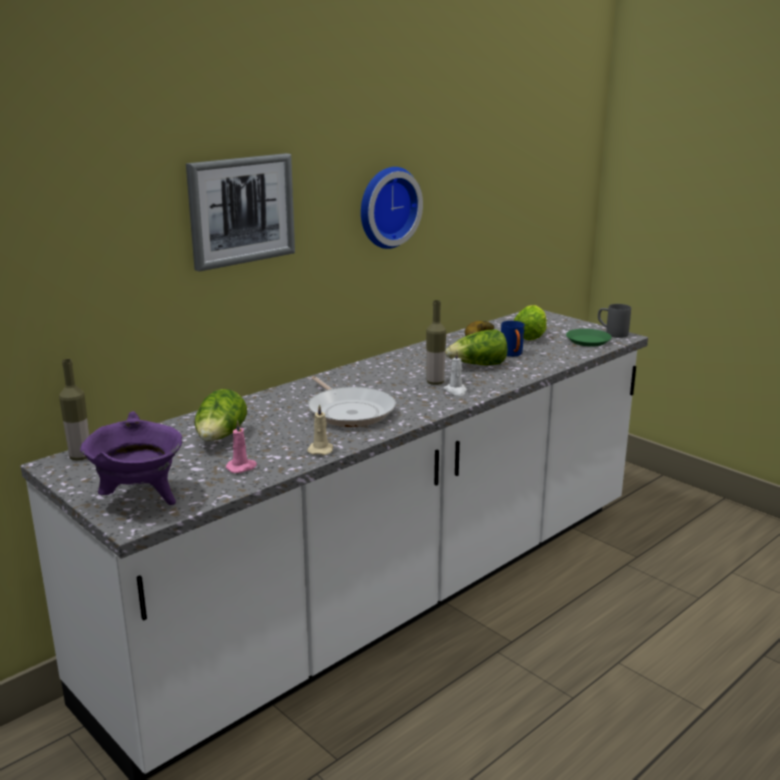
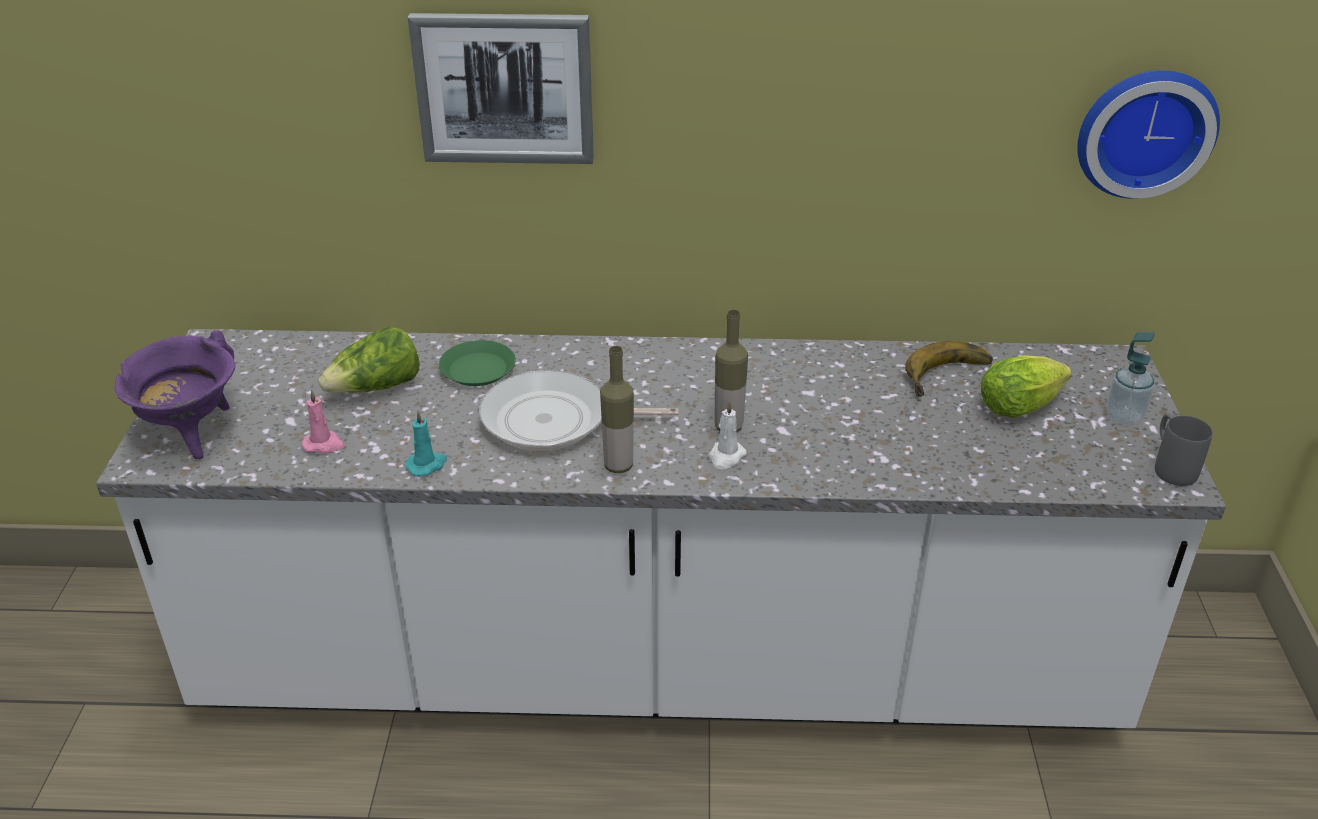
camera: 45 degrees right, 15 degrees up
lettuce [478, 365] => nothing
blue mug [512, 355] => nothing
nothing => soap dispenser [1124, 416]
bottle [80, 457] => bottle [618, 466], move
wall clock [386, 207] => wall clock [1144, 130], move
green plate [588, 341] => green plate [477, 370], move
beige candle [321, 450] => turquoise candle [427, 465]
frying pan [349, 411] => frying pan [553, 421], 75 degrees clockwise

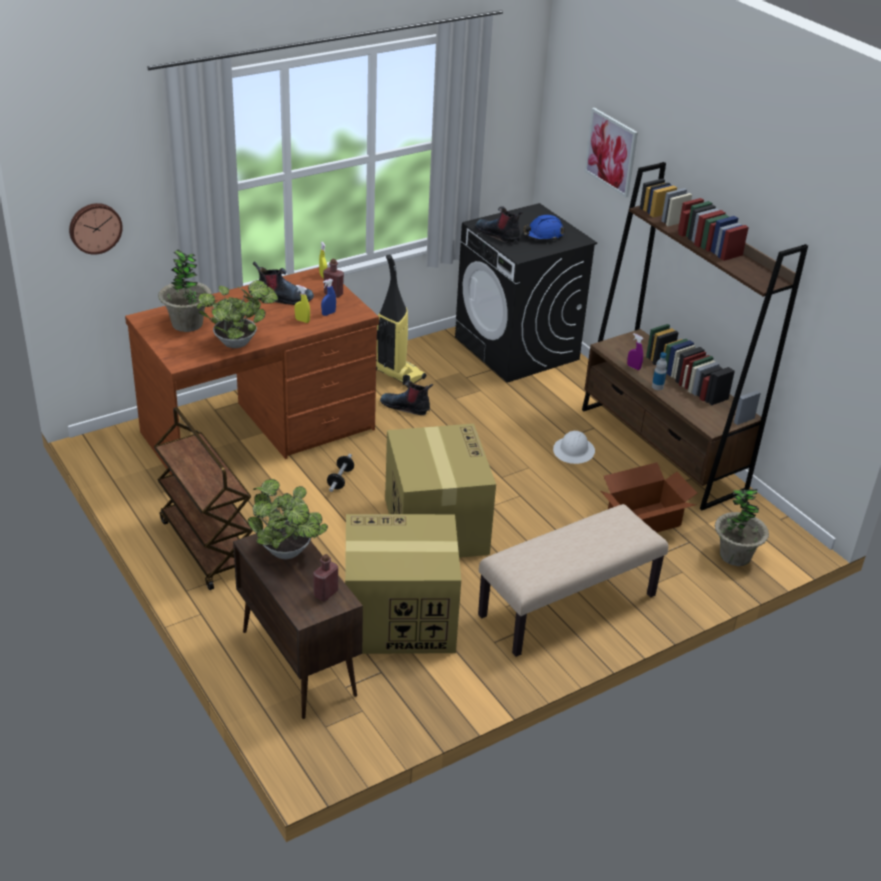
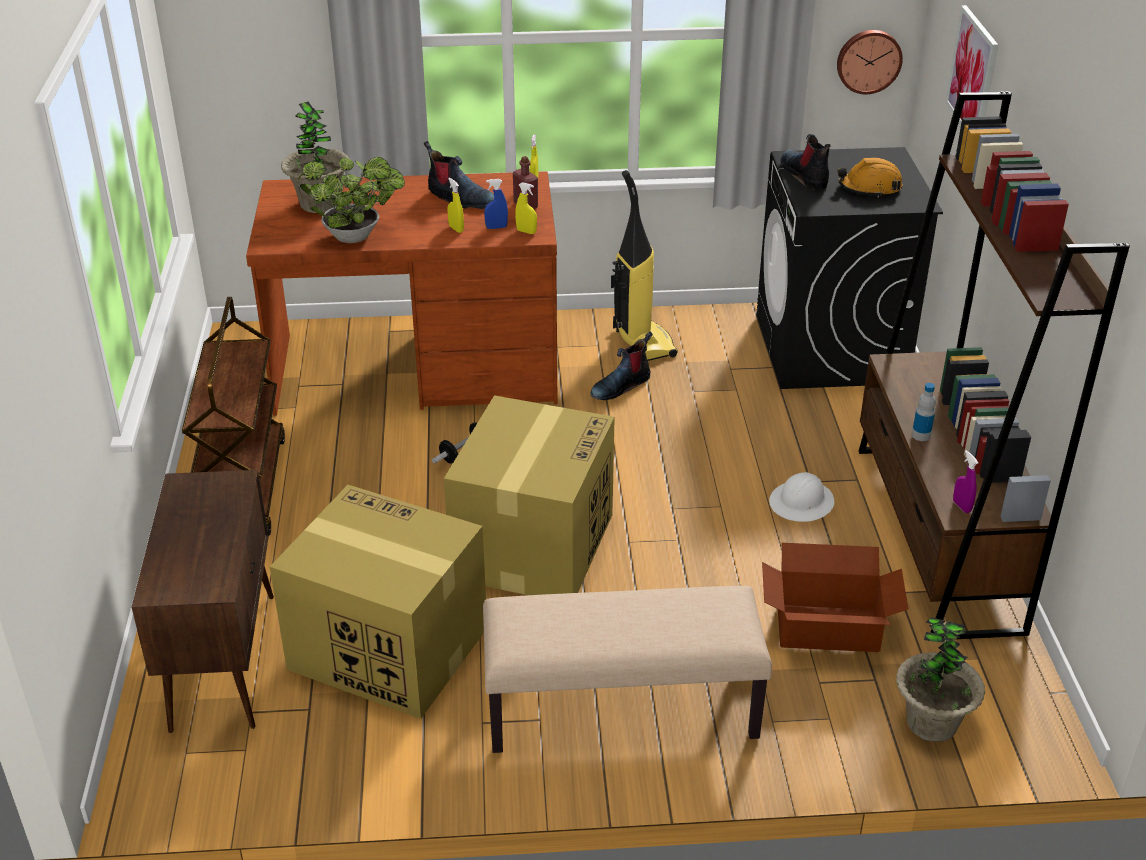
camera: 30 degrees right, 0 degrees up
potted plant [288, 553] => nothing
red bottle [326, 593] => nothing
nothing => yellow spray bottle [526, 231]
wall clock [94, 227] => wall clock [868, 60], move
purple spray bottle [633, 367] => purple spray bottle [961, 506], move
blue hard hat [543, 235] => orange hard hat [869, 188]
boot [406, 407] => boot [620, 386], 90 degrees counterclockwise

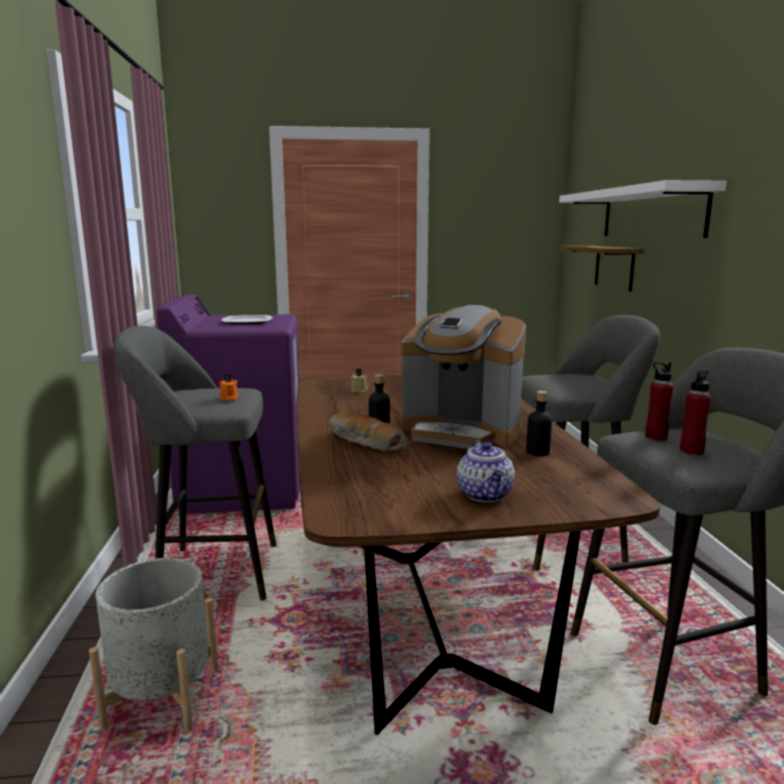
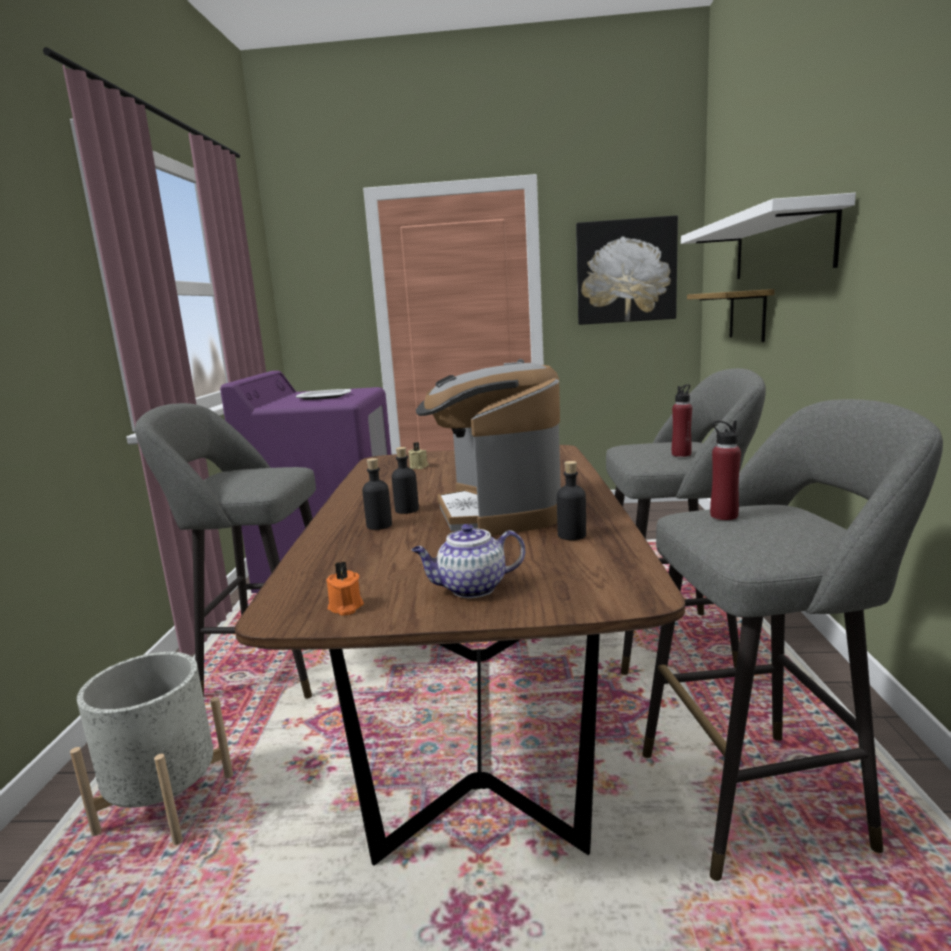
camera: 10 degrees right, 0 degrees up
nothing => picture [626, 271]
orange candle [229, 398] => orange candle [345, 607], move
red bottle [691, 451] => red bottle [681, 454], move
bread [365, 442] => black bottle [379, 525]
coffee machine [461, 432] => coffee machine [497, 512], 45 degrees clockwise
teapot [486, 495] => teapot [470, 589], 75 degrees clockwise

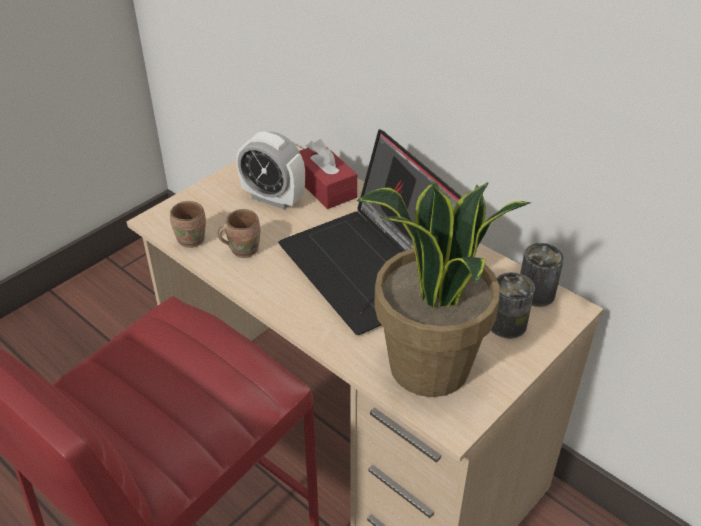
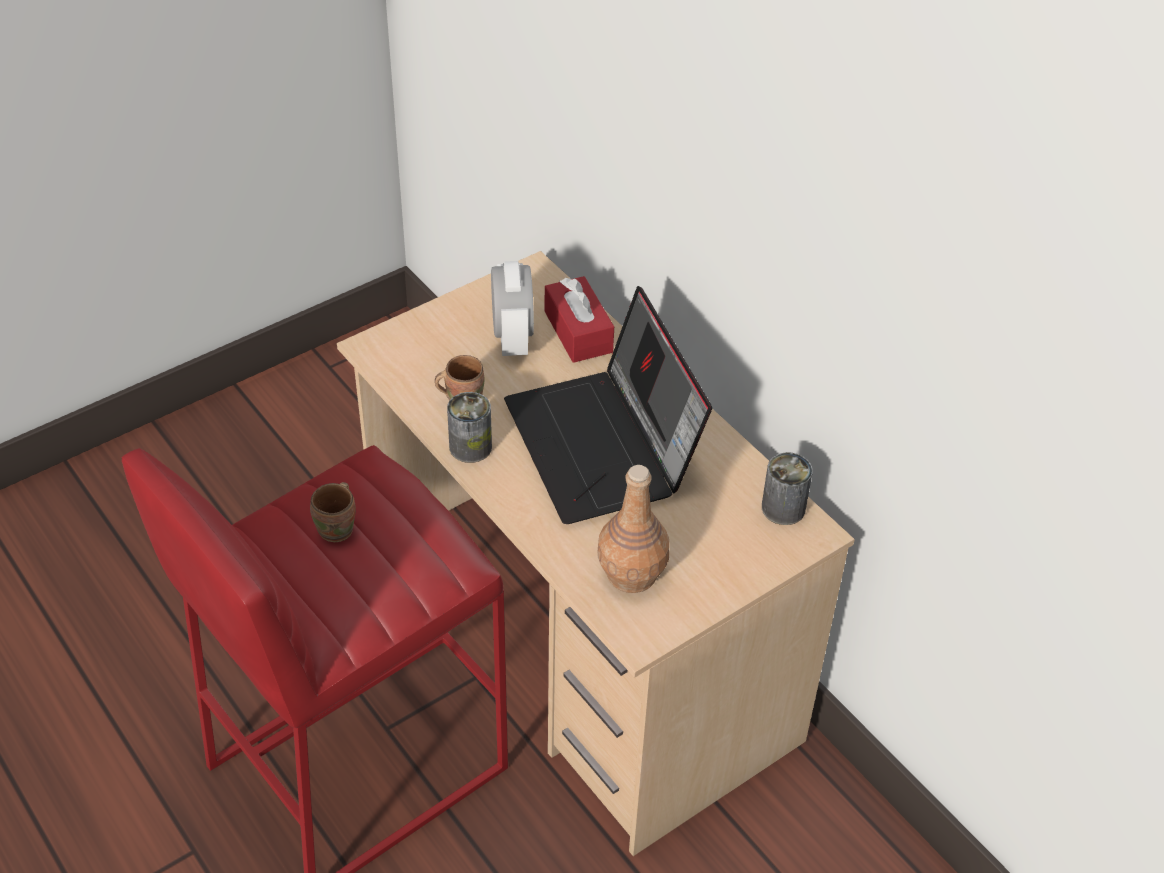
camera: 10 degrees right, 5 degrees up
brown mug [193, 239] => brown mug [339, 529], move
can [507, 324] => can [470, 447], move
potted plant [429, 368] => brown bottle [632, 574]
alarm clock [273, 198] => alarm clock [512, 338], 135 degrees counterclockwise

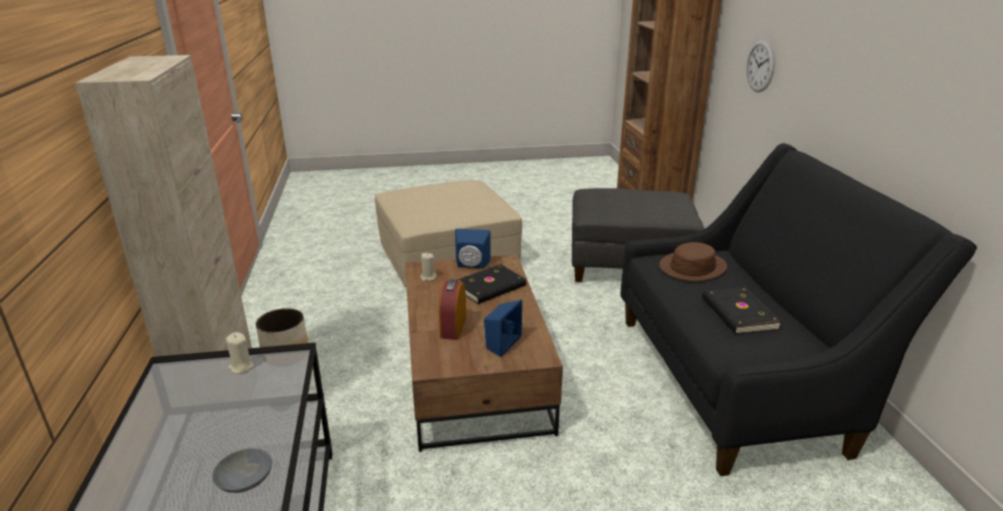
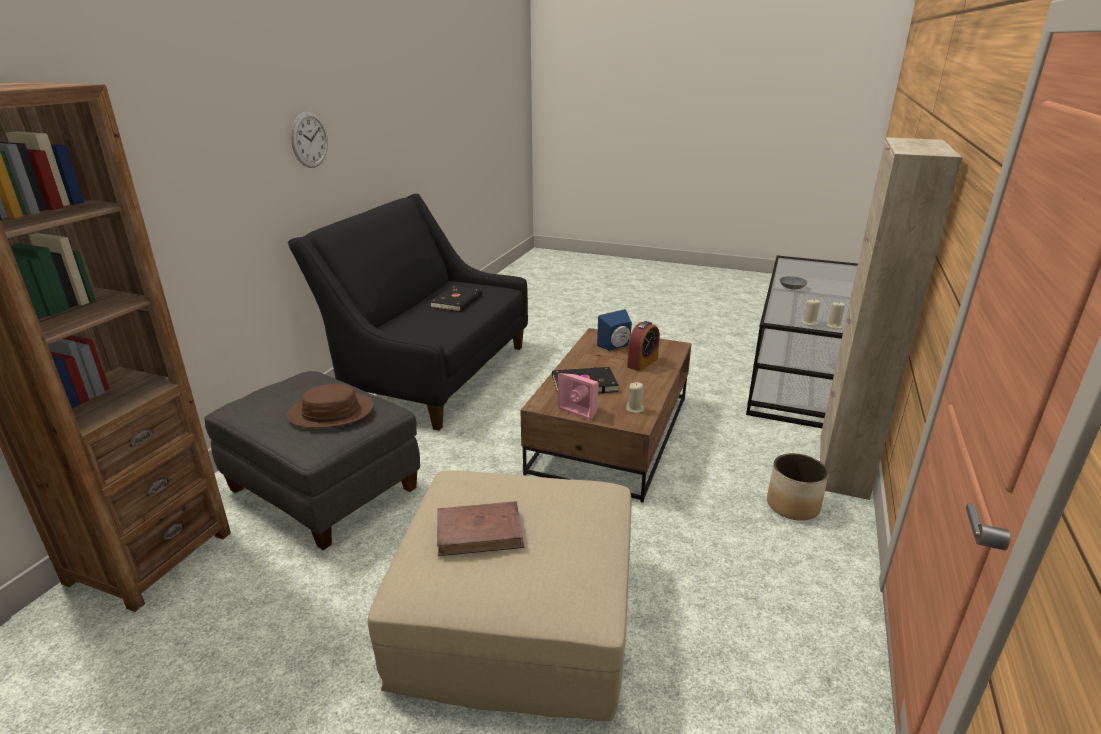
camera: 150 degrees left, 0 degrees up
nothing => brown book [480, 532]
nothing => beige candle [834, 326]
brown hat [692, 267] => brown hat [331, 412], move
wall clock [760, 66] => wall clock [309, 140], move
blue speaker [471, 265] => pink speaker [580, 409]

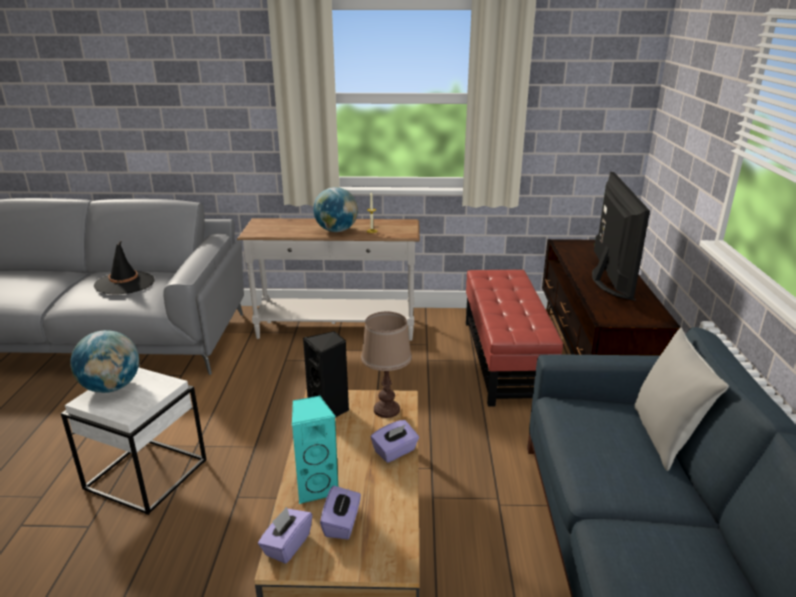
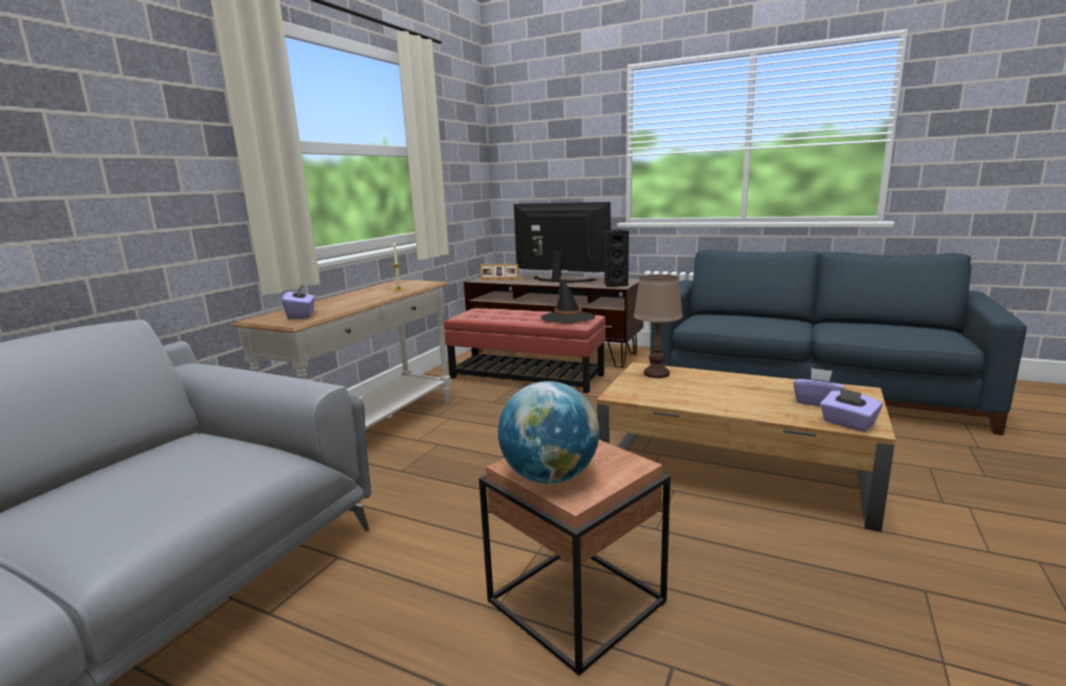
camera: 65 degrees left, 10 degrees down
turquoise speaker [316, 487] => nothing
globe [336, 231] => nothing
grey pillow [664, 437] => nothing
nothing => picture frame [499, 279]
black hat [125, 283] => black hat [568, 318], move
black speaker [329, 410] => black speaker [614, 285], move
purple tissue box [395, 451] => purple tissue box [302, 315], move
white side table [145, 475] => brown side table [576, 603]

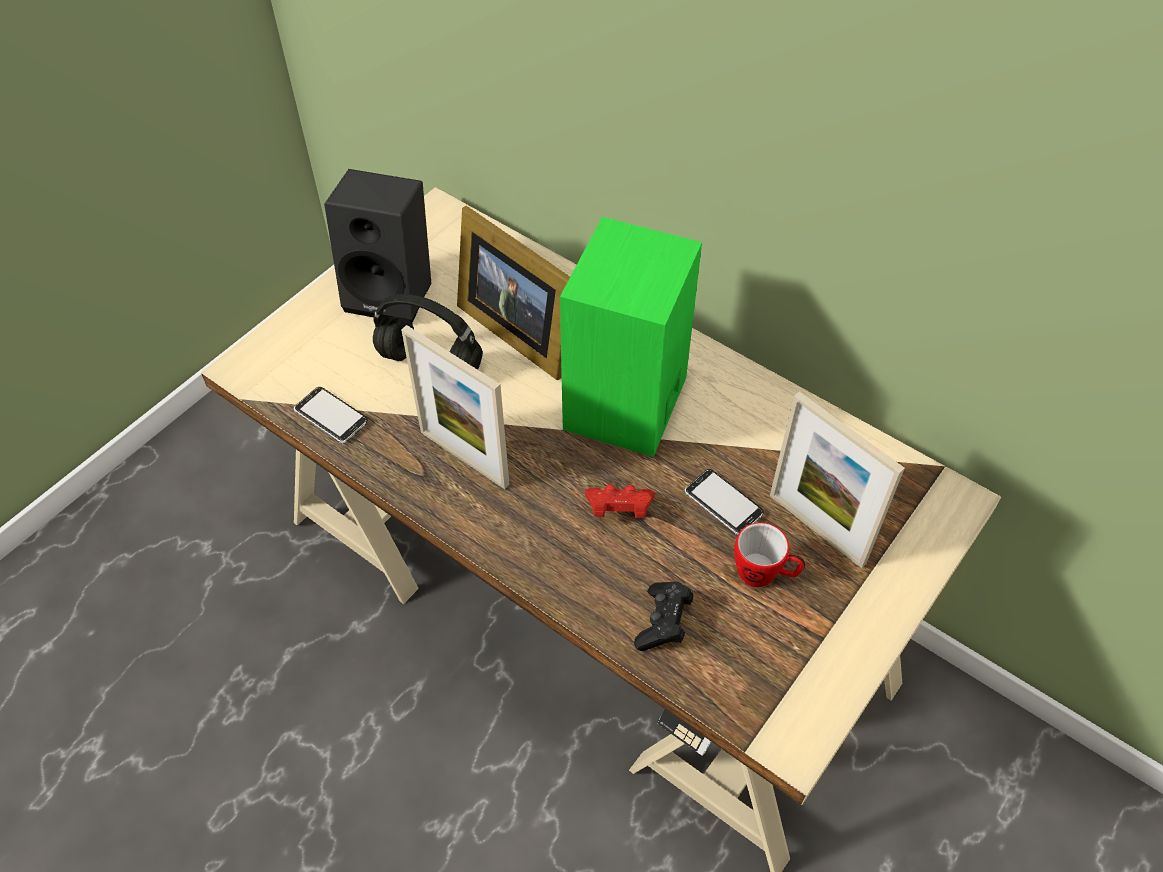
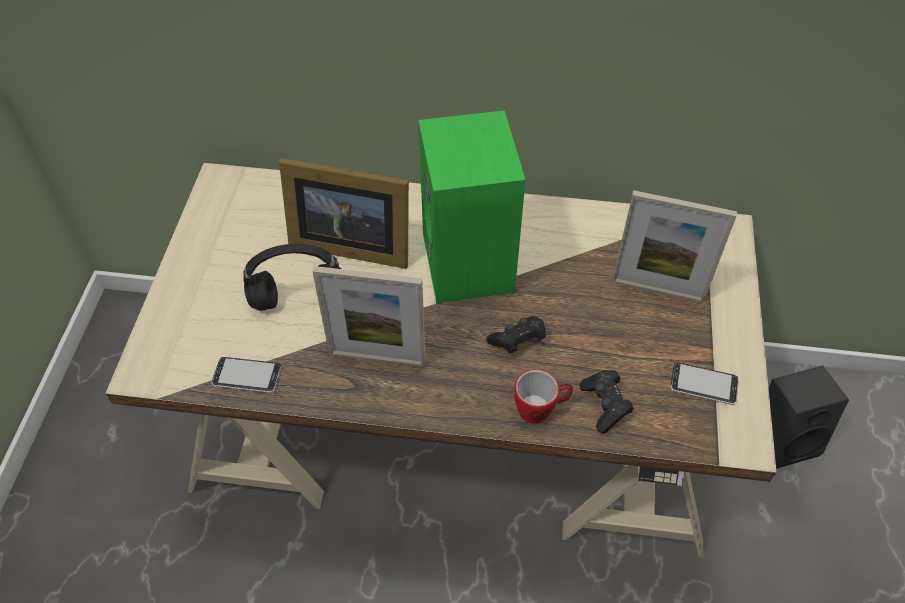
camera: 30 degrees left, 0 degrees up
black speaker [393, 292] => black speaker [783, 439], move
phone [723, 503] => phone [703, 385], move
mug [764, 574] => mug [541, 409], move
red game controller [619, 509] => black game controller [517, 341]

